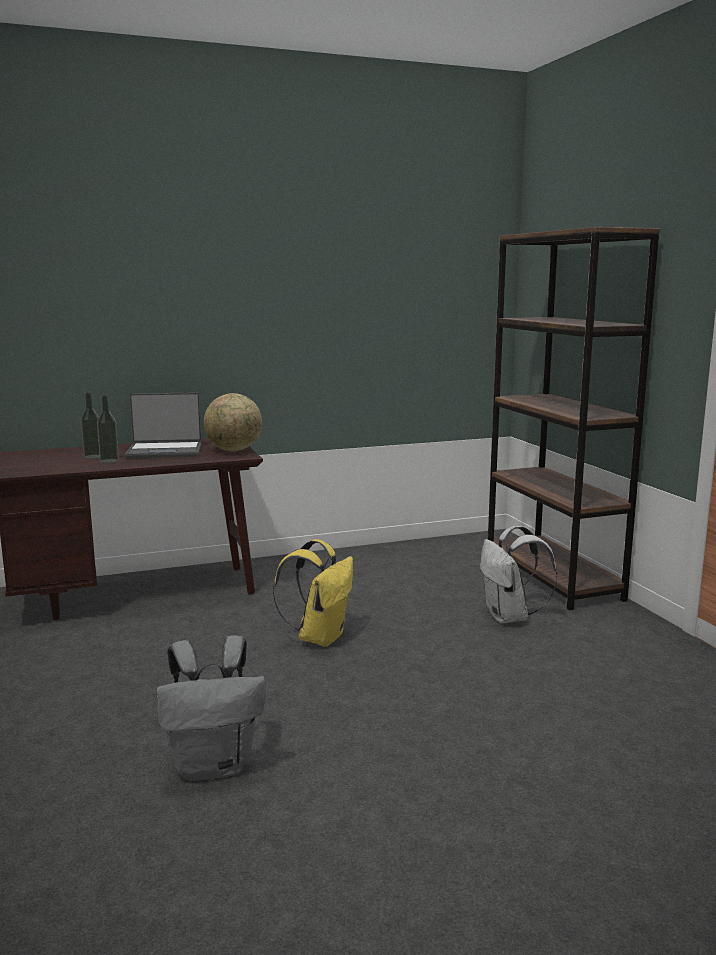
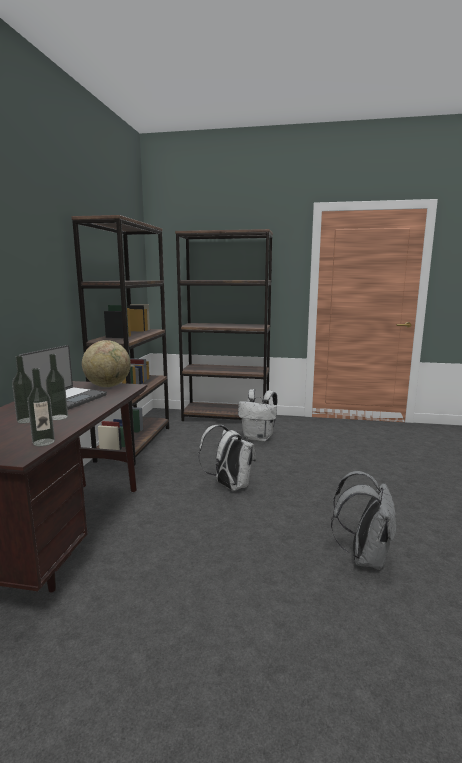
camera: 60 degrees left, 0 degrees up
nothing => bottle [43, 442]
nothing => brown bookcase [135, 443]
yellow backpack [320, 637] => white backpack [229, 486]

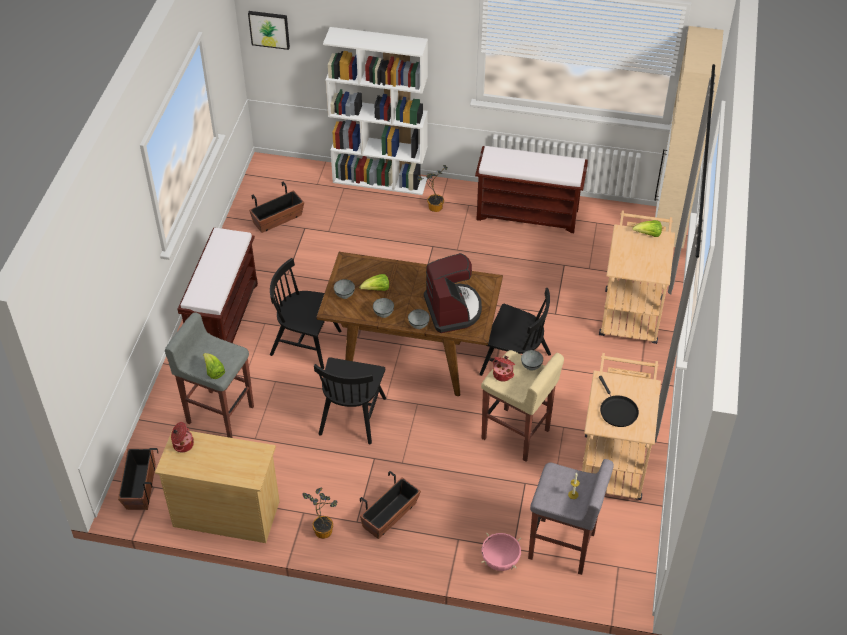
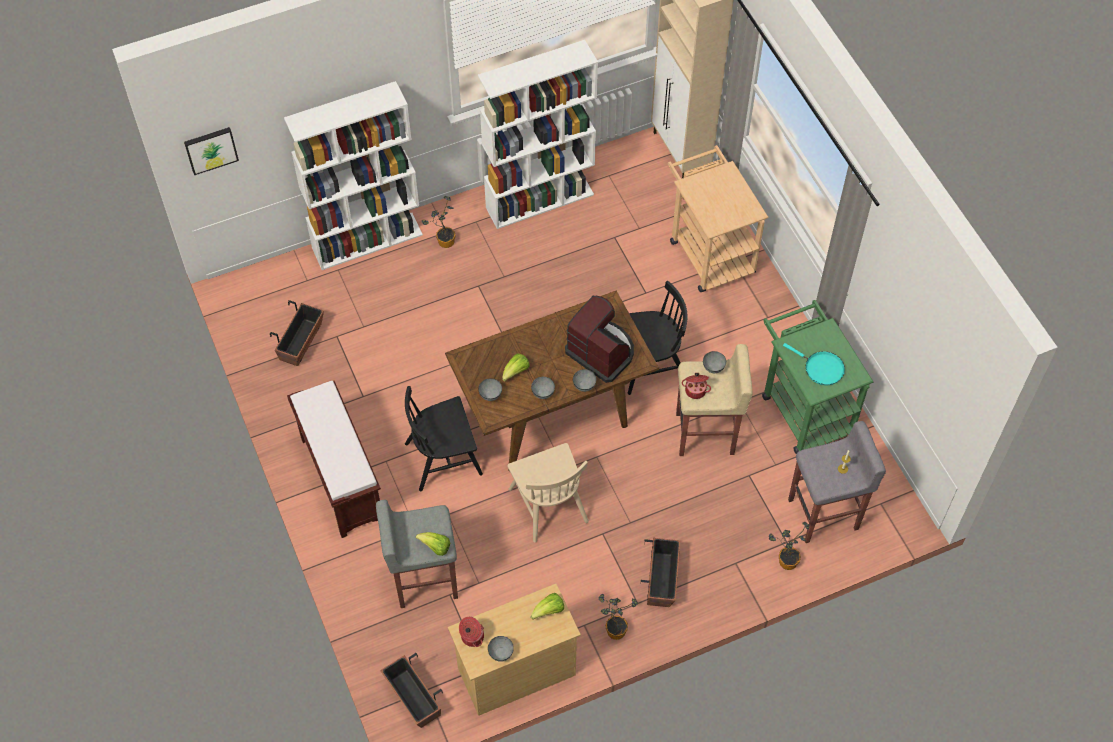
camera: 35 degrees left, 10 degrees up
nothing => grey bowl [501, 653]
lettuce [648, 234] => lettuce [548, 611], move
brown bench [528, 214] => white bookcase [540, 200]
pink cooking pot [500, 561] => potted plant [785, 560]
black chair [352, 415] => beige chair [548, 504]
beige cart [613, 459] => green cart [803, 407]
black frying pan [617, 411] => turquoise frying pan [821, 368]

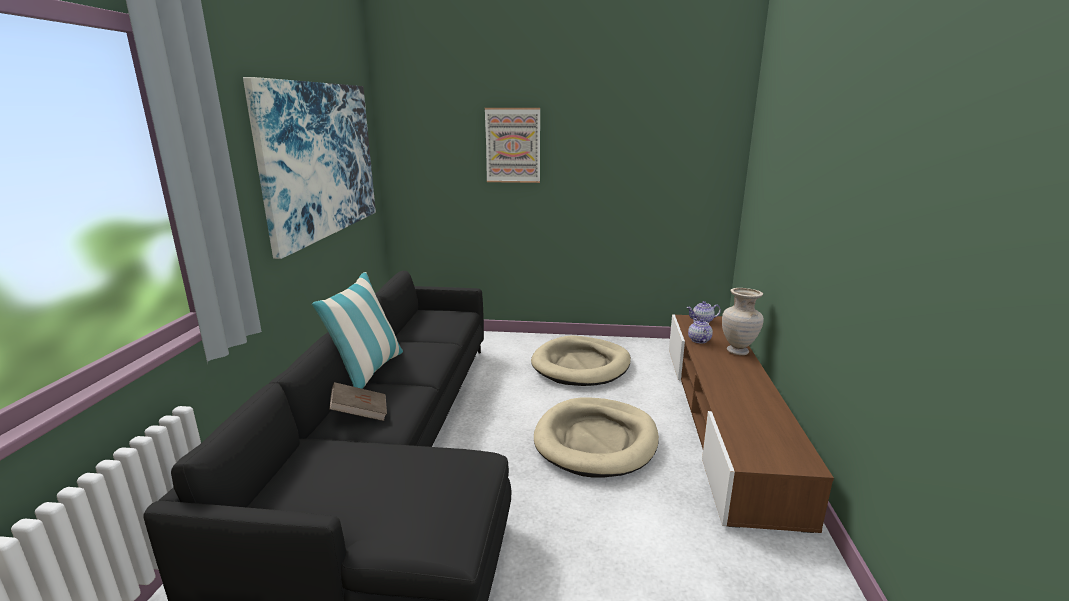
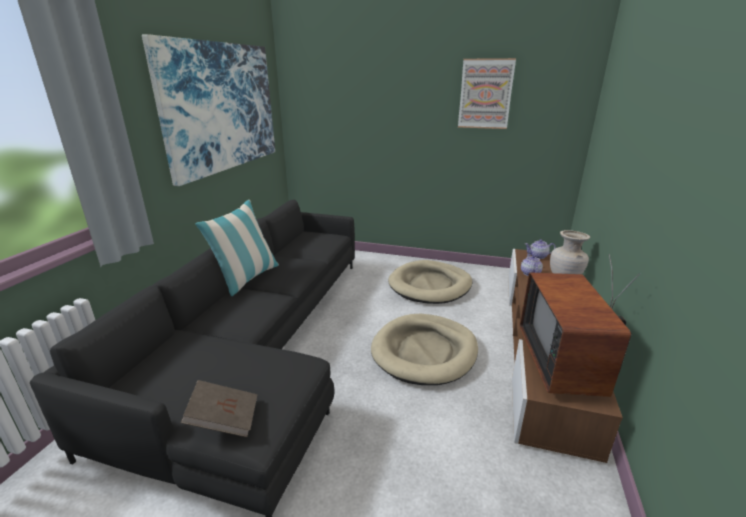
camera: 10 degrees right, 5 degrees up
nothing => television [566, 363]
brown book [360, 413] => brown book [224, 420], move
picture [513, 145] => picture [485, 94], move

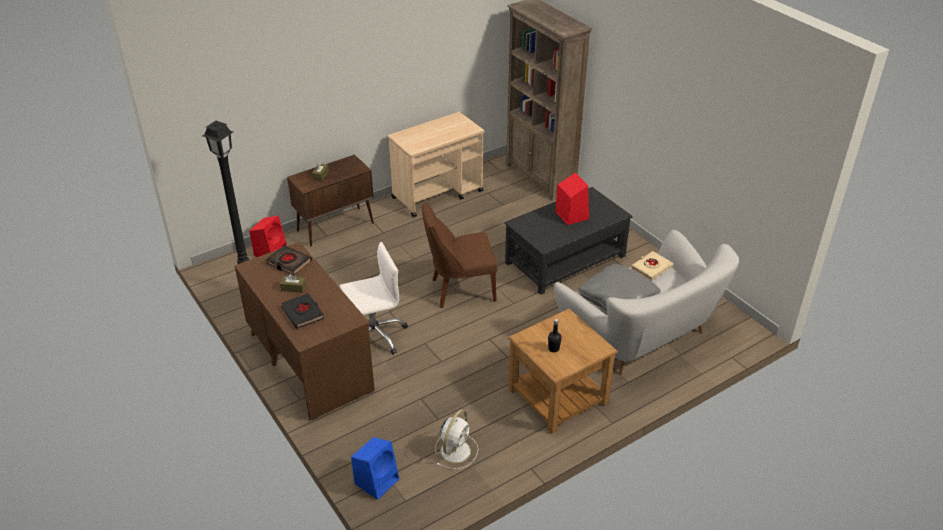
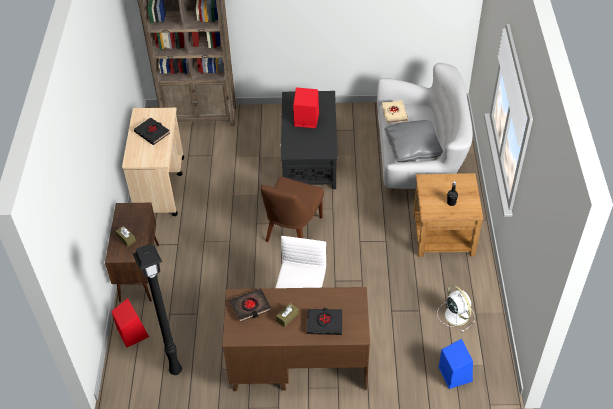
camera: 55 degrees left, 10 degrees up
nothing => black book [152, 133]

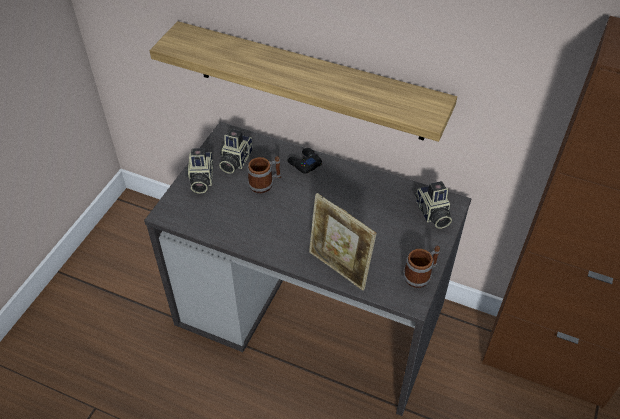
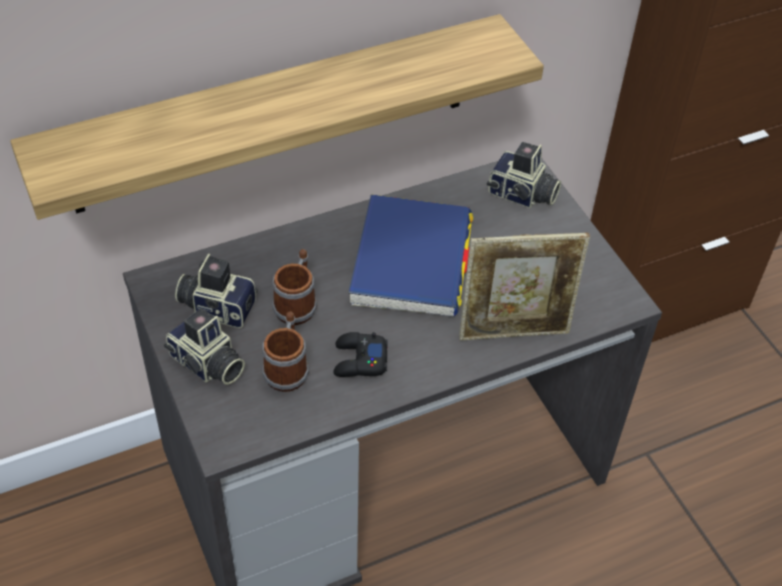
camera: 50 degrees left, 0 degrees up
nothing => blue book [411, 261]
black game controller [304, 163] => black game controller [359, 361], move
mug [420, 275] => mug [287, 368], move
photo camera [234, 160] => photo camera [217, 306], 135 degrees clockwise

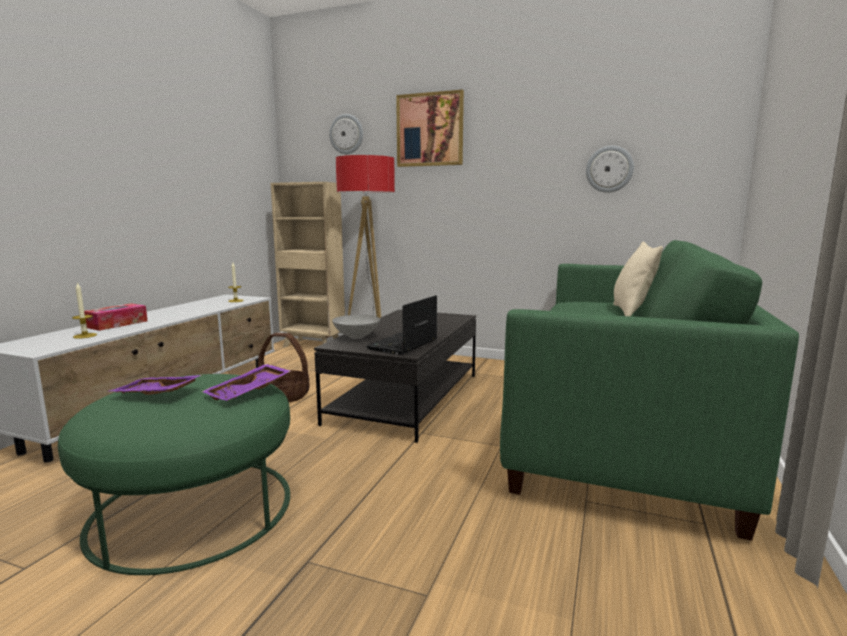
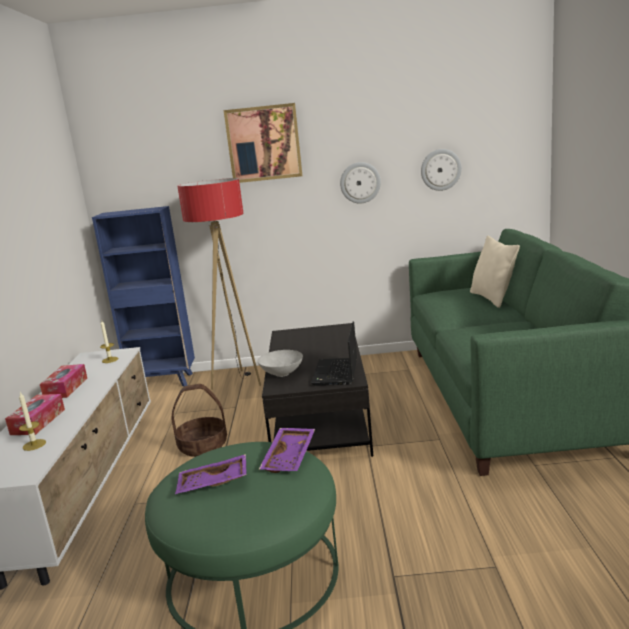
camera: 20 degrees left, 5 degrees up
nothing => tissue box [66, 388]
wall clock [346, 134] => wall clock [360, 182], move
beige bookcase [313, 346] => blue bookcase [164, 382]

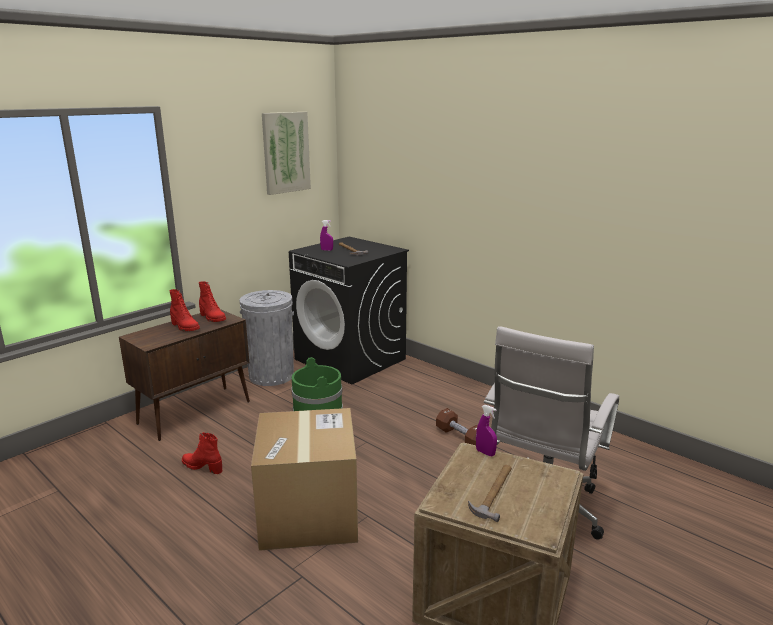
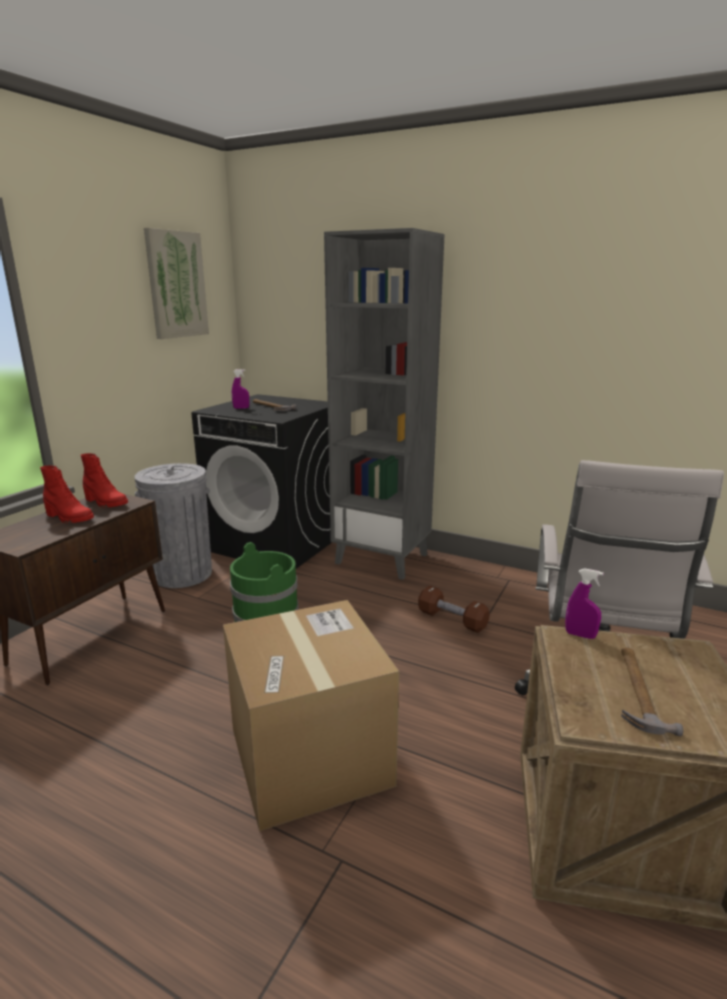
camera: 15 degrees left, 0 degrees up
red boot [203, 467] => nothing
nothing => grey bookcase [382, 558]

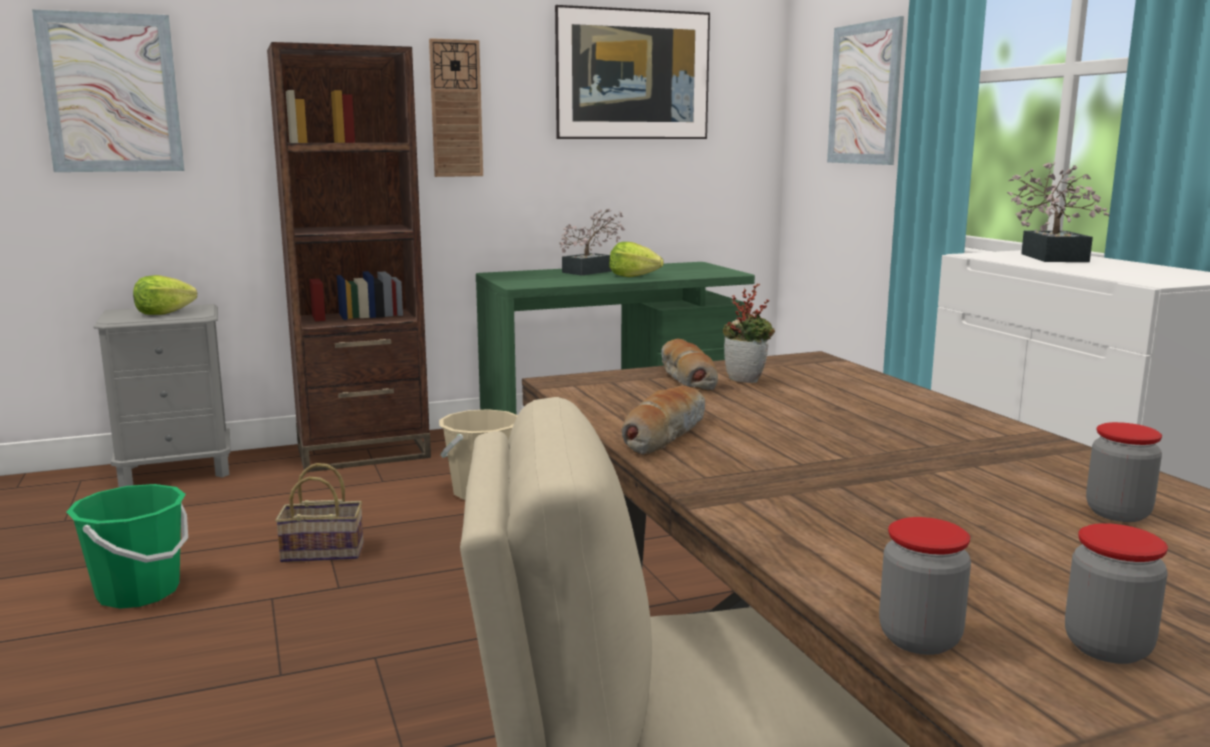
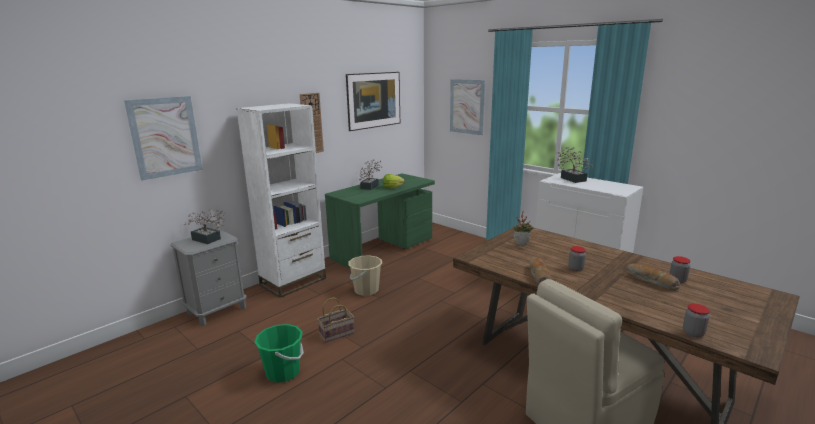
camera: 25 degrees left, 5 degrees up
bread [685, 378] => bread [650, 281], move
jar [1107, 648] => jar [575, 268], move
lettuce [163, 313] => potted plant [208, 240]
brown bookcase [363, 452] => white bookcase [293, 282]

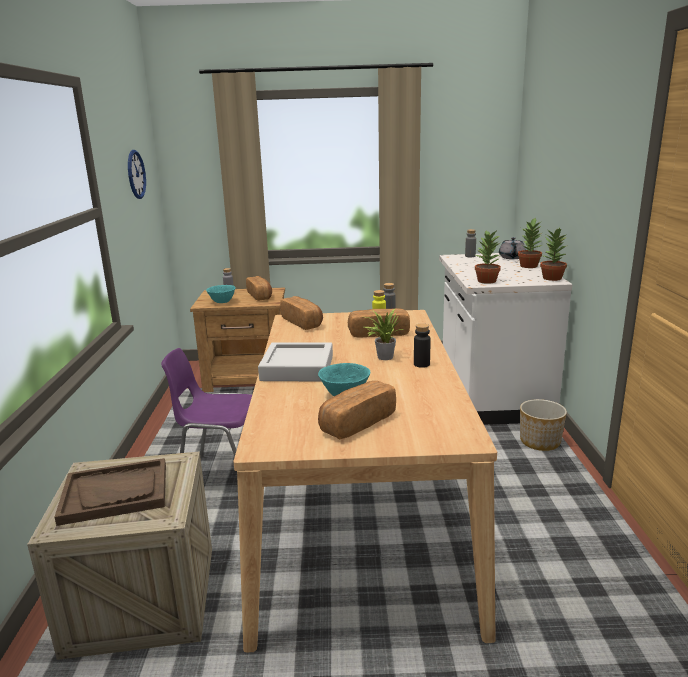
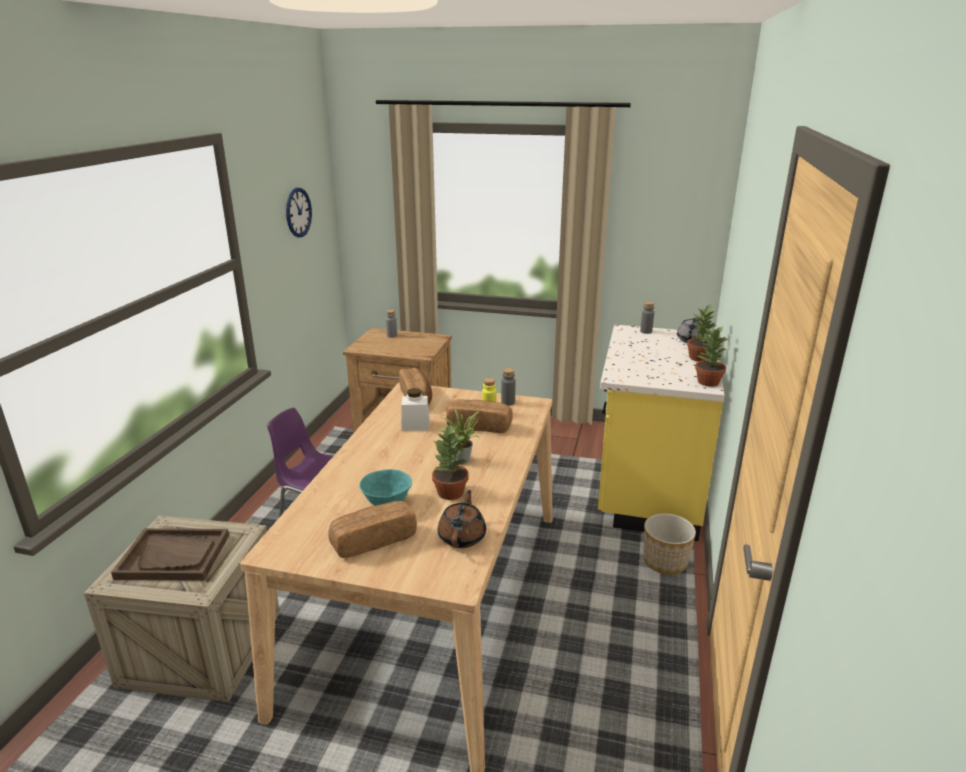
camera: 15 degrees right, 5 degrees up
turquoise bowl [222, 302] => nothing
bread [260, 296] => nothing
grey tray [297, 368] => nothing
black bottle [421, 364] => nothing
nothing => white jar [415, 425]
nothing => brown teapot [462, 536]
potted plant [486, 281] => potted plant [450, 493], move
white counter [490, 394] => yellow counter [646, 490]

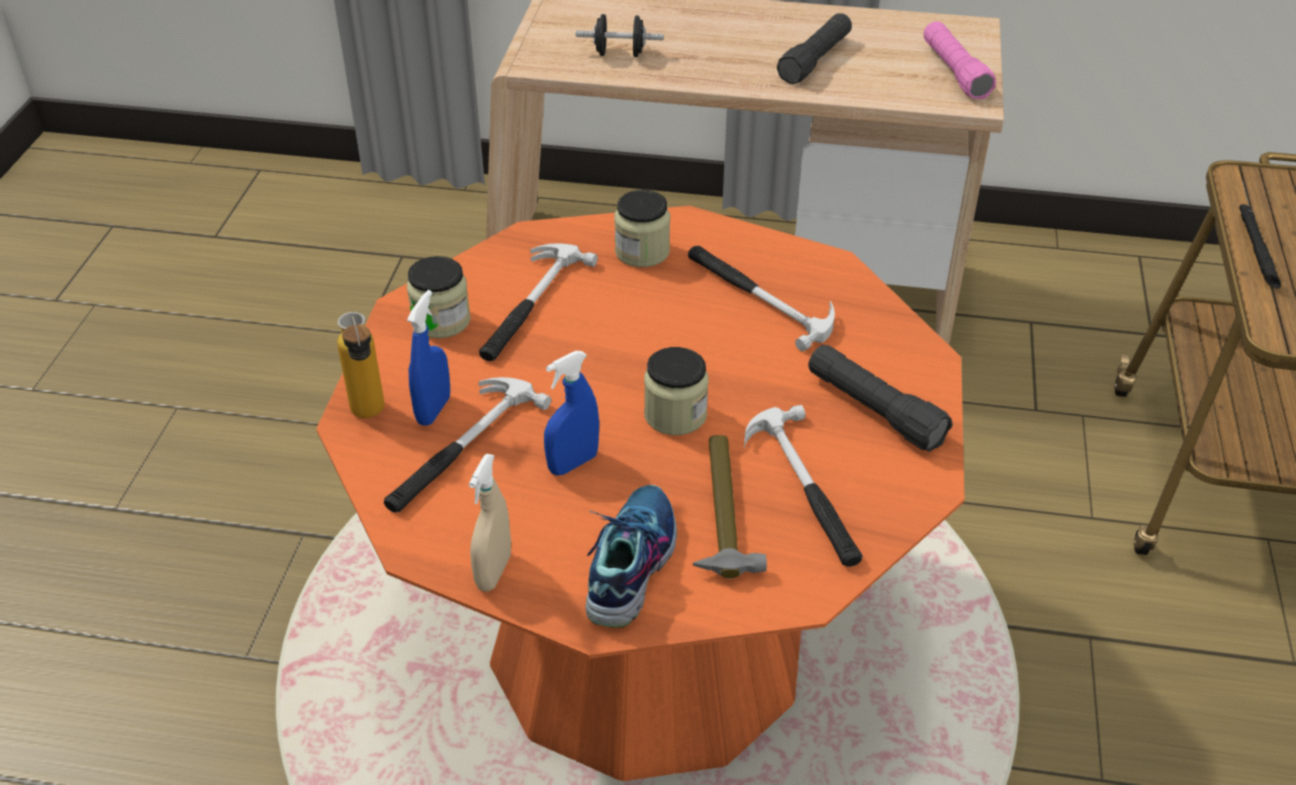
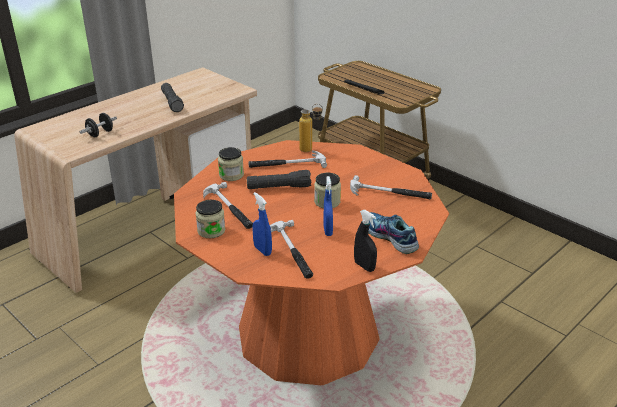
camera: 55 degrees left, 10 degrees down
hammer [723, 513] => nothing
pink flashlight [954, 72] => nothing
bottle [370, 418] => bottle [311, 150], move
black flashlight [874, 410] => black flashlight [279, 188], move
beige spray bottle [493, 572] => black spray bottle [364, 266]

